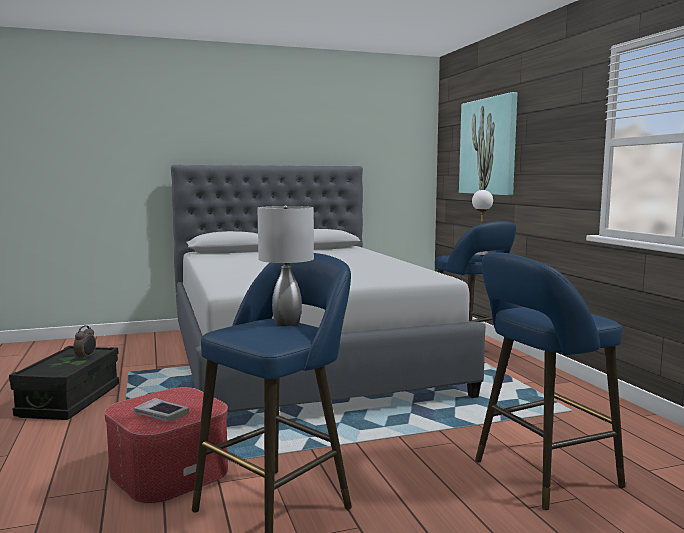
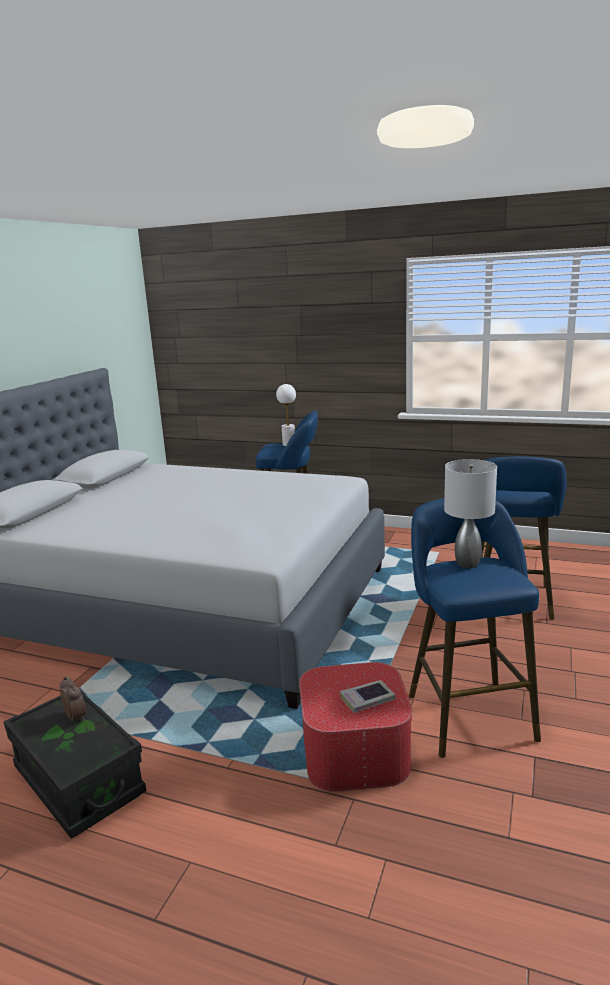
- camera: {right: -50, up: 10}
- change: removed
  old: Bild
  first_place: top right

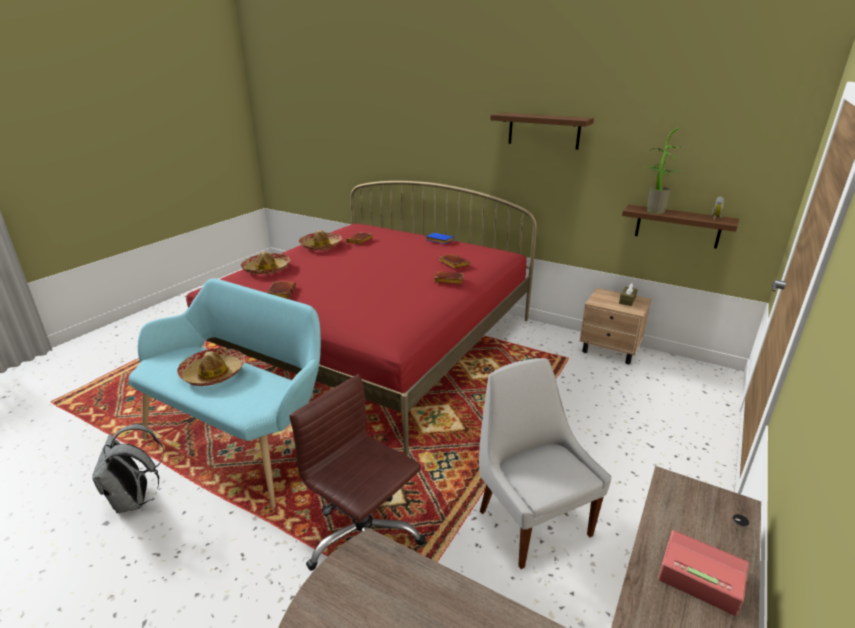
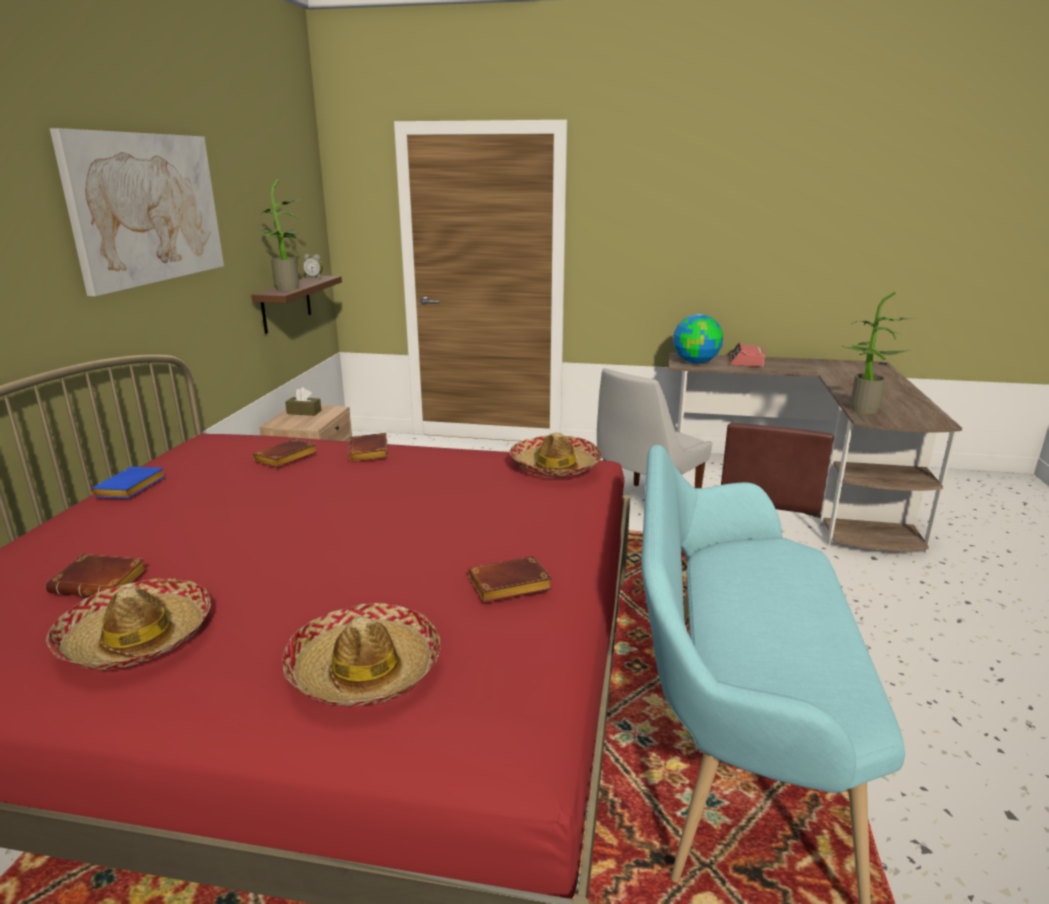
- camera: {right: -110, up: -5}
- change: removed
  old: Rucksack [grau]
  first_place: bottom left
- change: added
  new: Globus
  second_place: centre
- change: added
  new: Topfpflanze (2nd from left)
  second_place: middle right
- change: moved
  old: Hut (1st from left in the first image)
  new: Hut (3rd from left)
  first_place: middle left
  second_place: centre
- change: replaced
  old: Wandregal [braun] (1st from left)
  new: Bild
  first_place: top centre
  second_place: top left

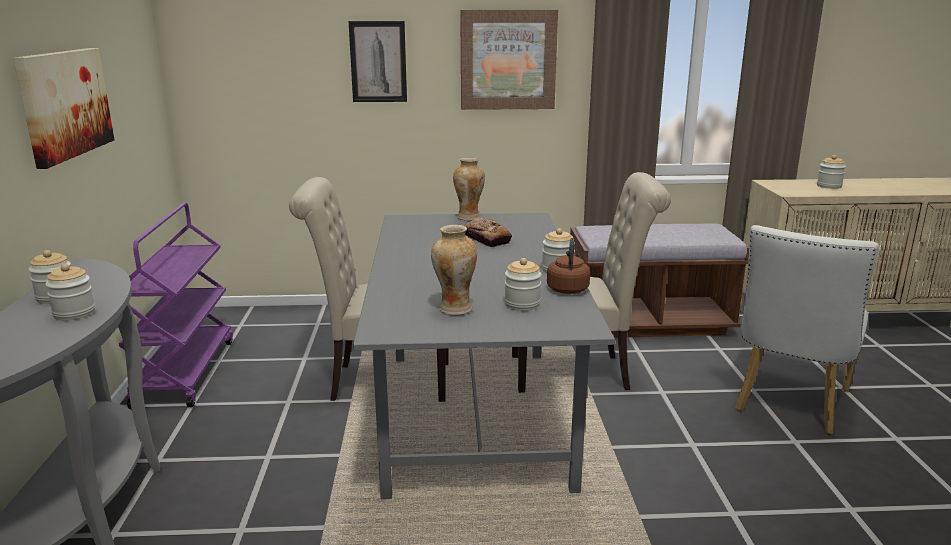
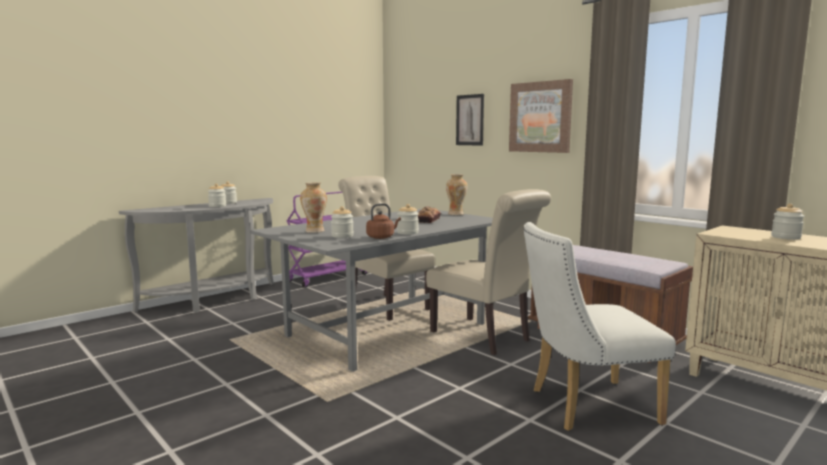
- camera: {right: 50, up: -10}
- change: removed
  old: Bild (1st from left)
  first_place: top left

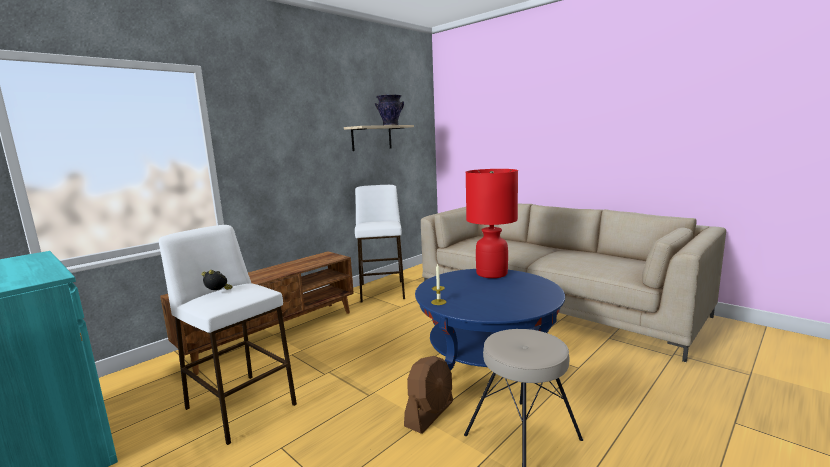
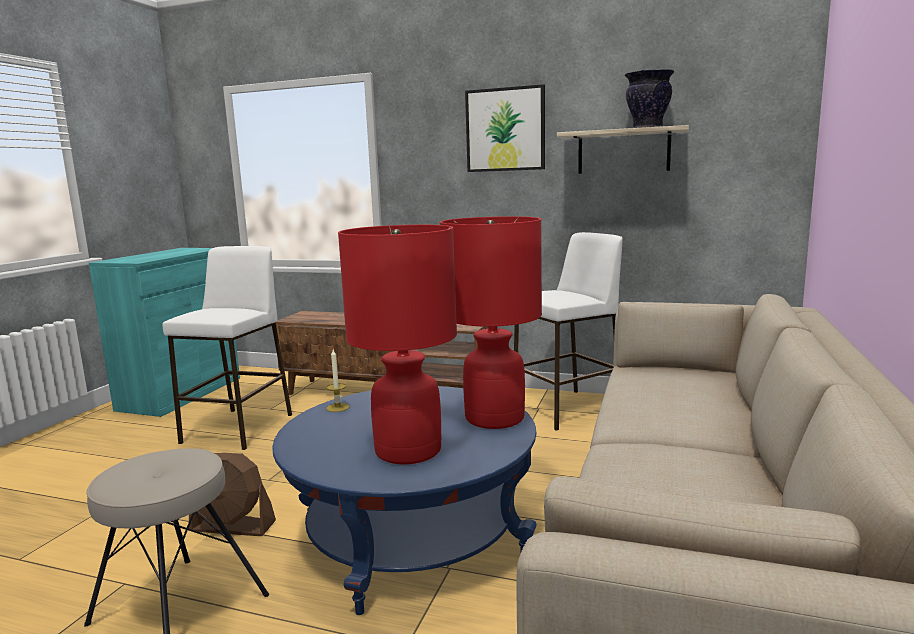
- camera: {right: 65, up: 0}
- change: removed
  old: Wecker
  first_place: middle left
- change: added
  new: Tischlampe [rot] (1st from left)
  second_place: centre
- change: added
  new: Bild
  second_place: top centre

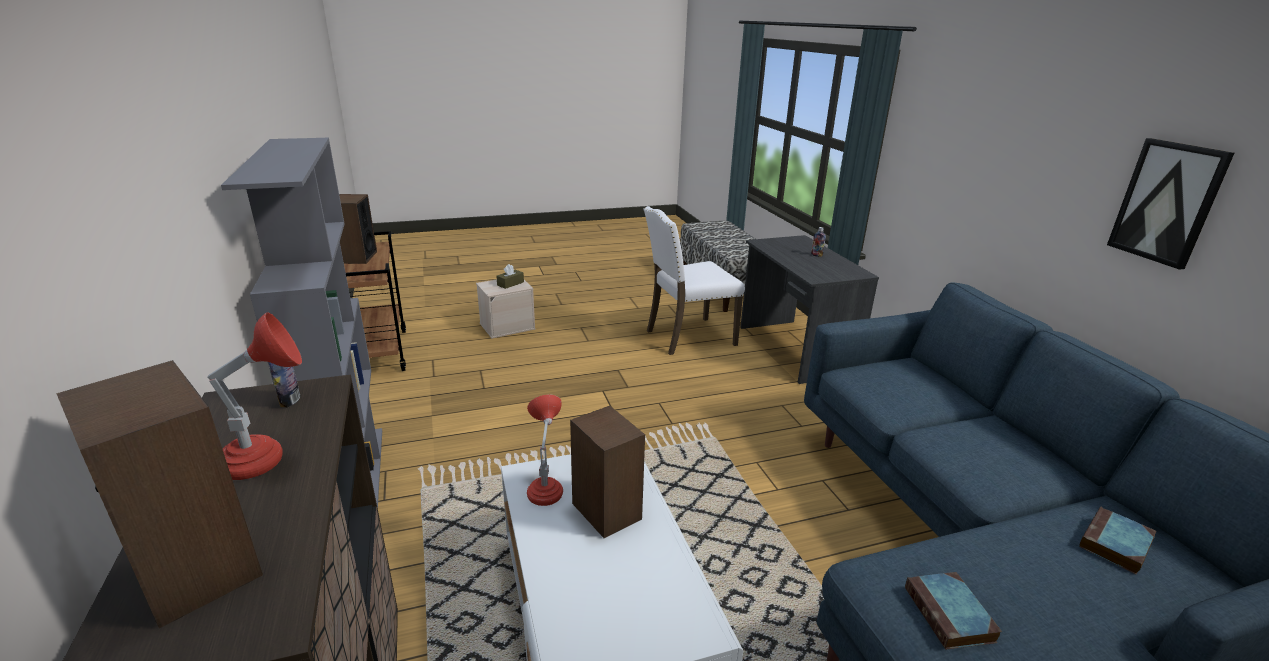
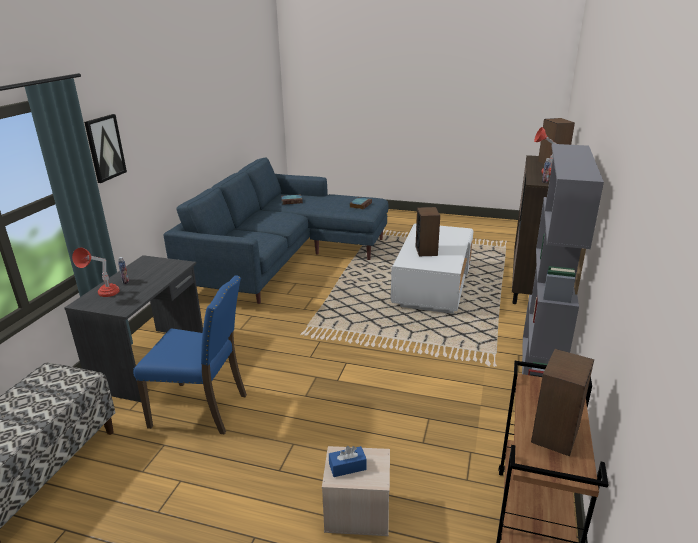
- camera: {right: -145, up: 0}
- change: moved
  old: Tischlampe [rot] (2nd from left in the first image)
  new: Tischlampe [rot] (1st from left)
  first_place: bottom centre
  second_place: middle left
- change: moved
  old: Bild
  first_place: top right
  second_place: top left
- change: recoloured
  old: Taschentuchbox [braun]
  new: Taschentuchbox [blau]
  first_place: centre
  second_place: bottom centre
- change: recoloured
  old: Stuhl [weiß]
  new: Stuhl [blau]
  first_place: centre
  second_place: middle left

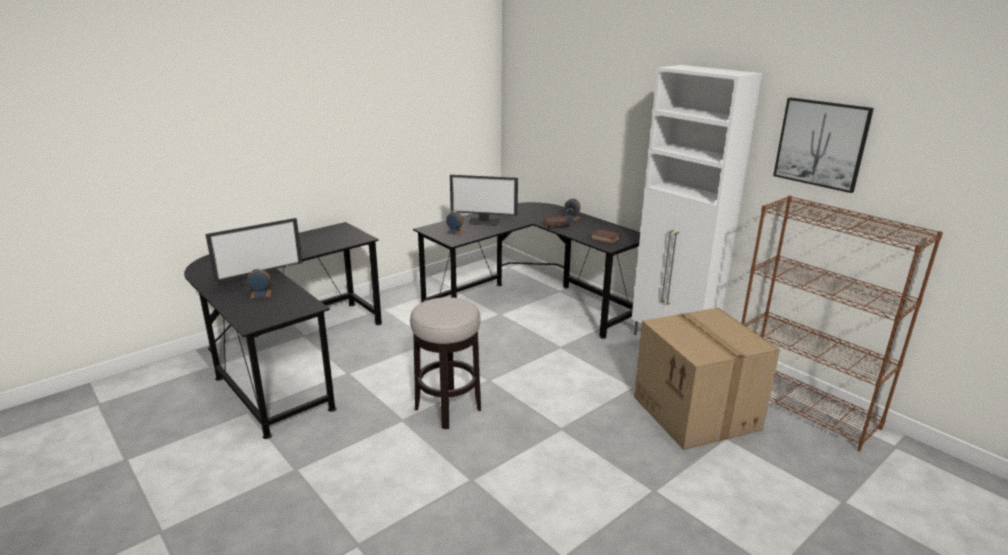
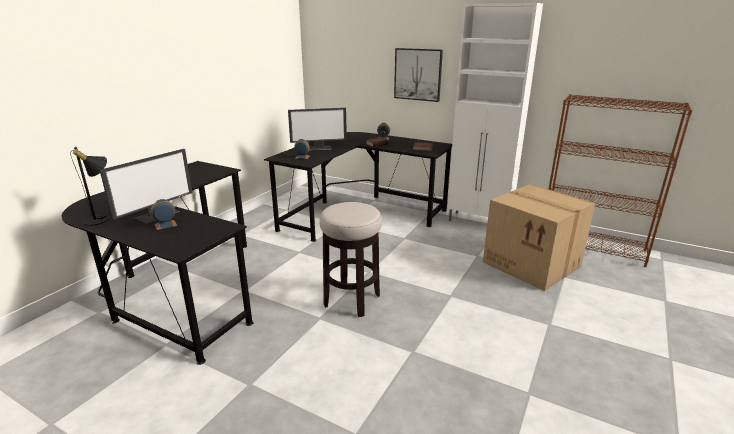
- camera: {right: -20, up: 0}
- change: added
  new: Tischlampe [schwarz]
  second_place: middle left
- change: moved
  old: Bild
  first_place: top right
  second_place: top centre

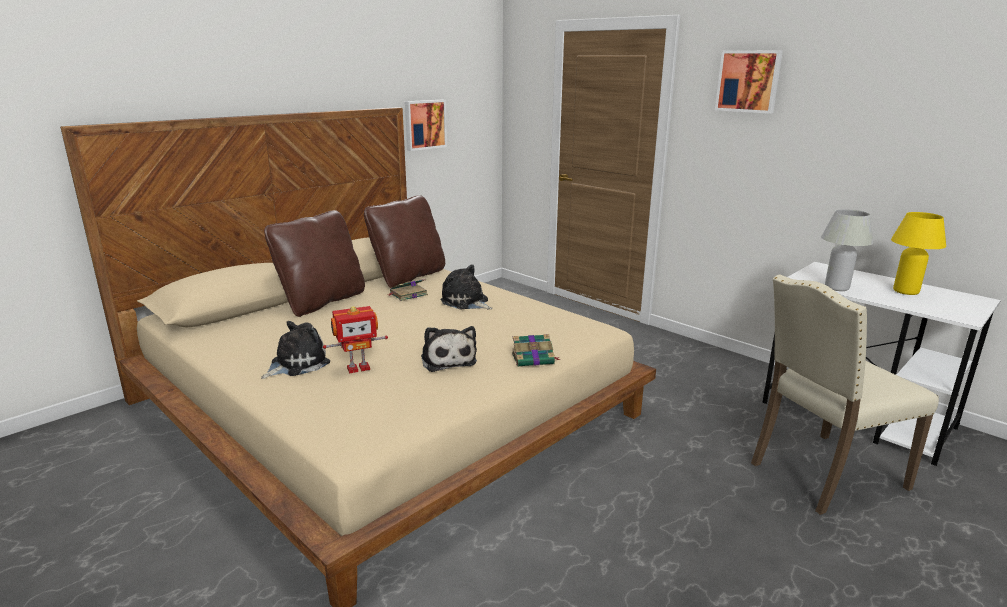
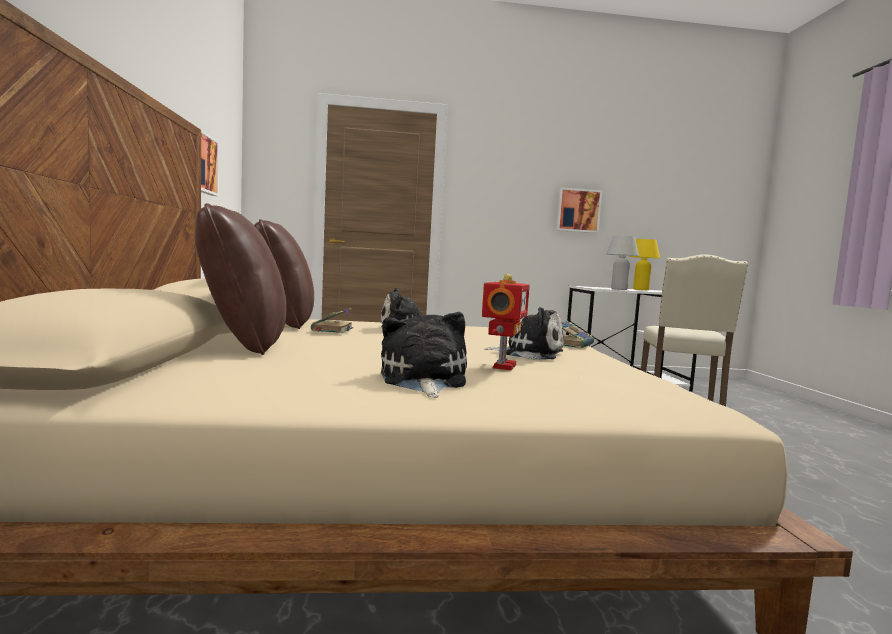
- camera: {right: -50, up: -15}
- change: moved
  old: Bild (2nd from left)
  first_place: top right
  second_place: top centre

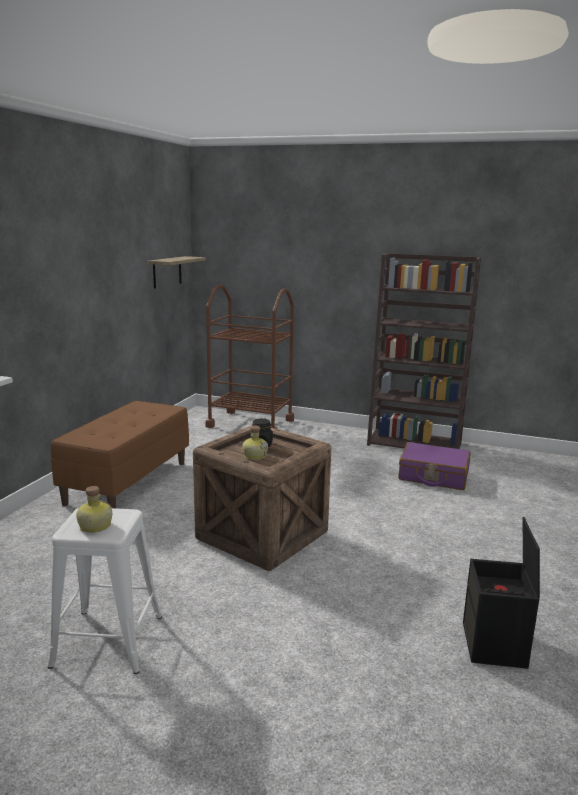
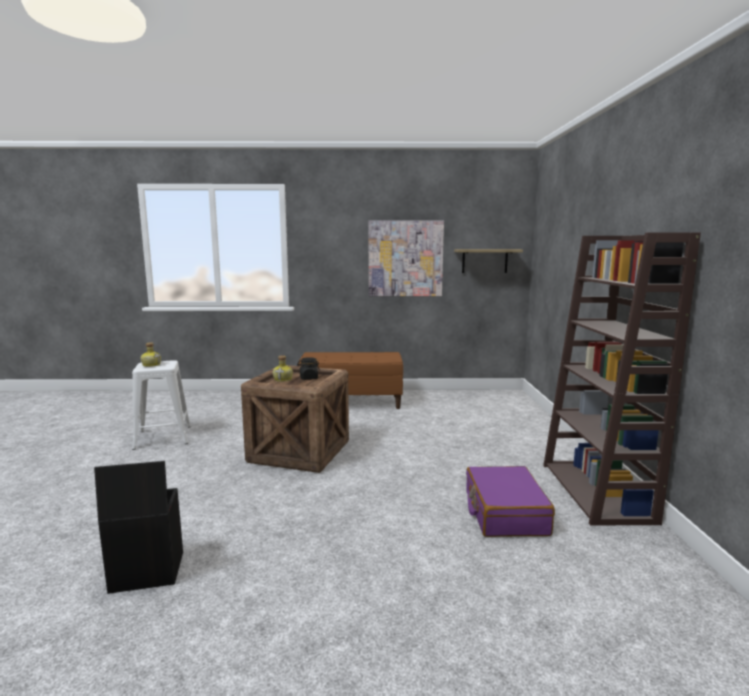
- camera: {right: 70, up: -5}
- change: removed
  old: Rollwagen [braun]
  first_place: centre
- change: added
  new: Bild
  second_place: centre

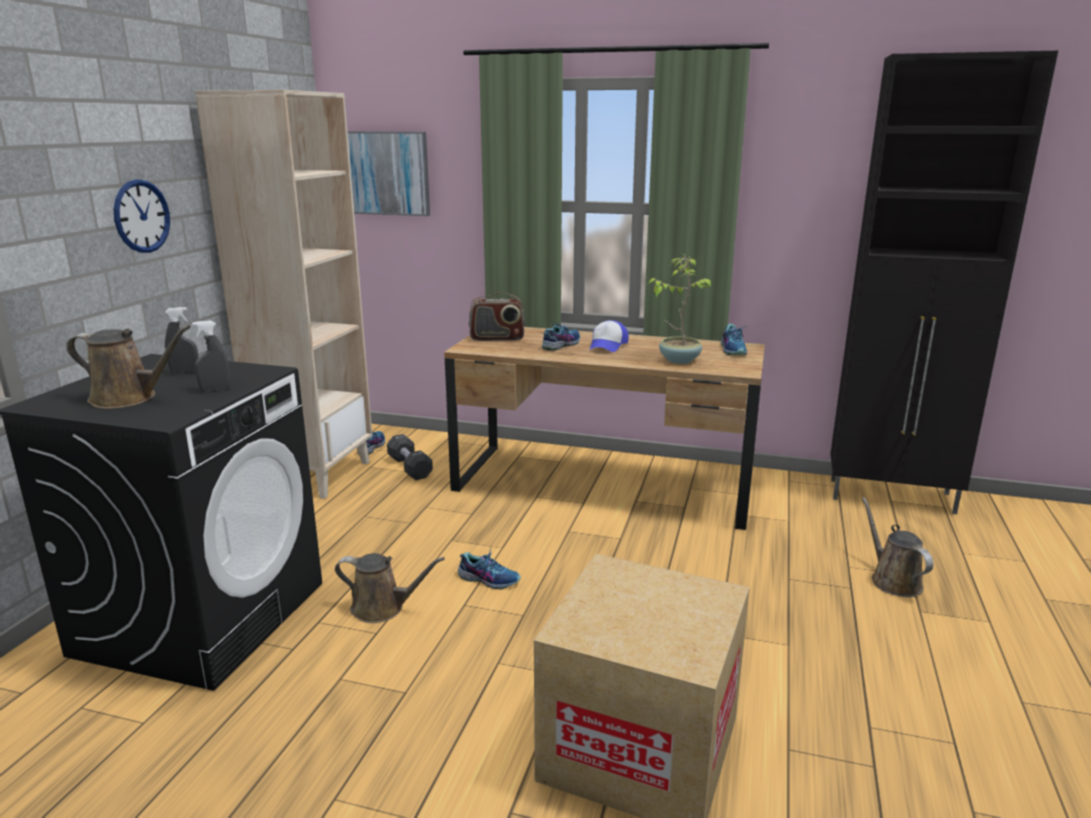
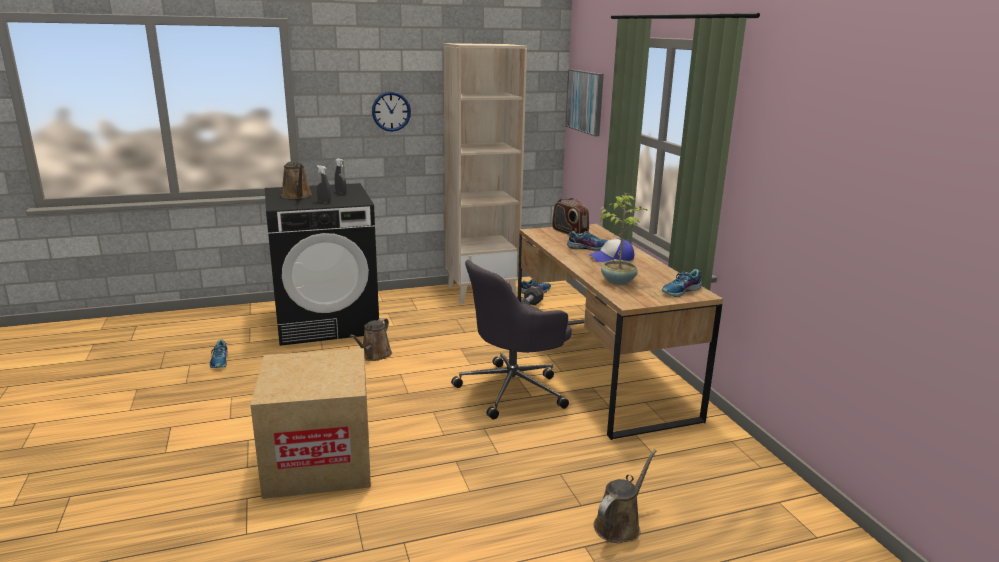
- camera: {right: 55, up: 0}
- change: removed
  old: Schrank [schwarz]
  first_place: middle right
- change: added
  new: Bürostuhl [grau]
  second_place: centre
- change: moved
  old: Schuh (2nd from left in the first image)
  new: Schuh (1st from left)
  first_place: bottom centre
  second_place: middle left
- change: turned
  old: Gießkanne [braun] (2nd from left)
  first_place: bottom centre
  second_place: centre
  degrees: 45

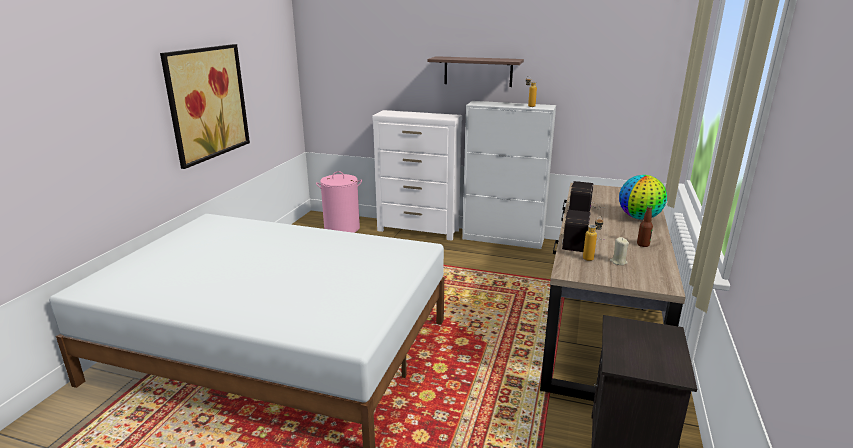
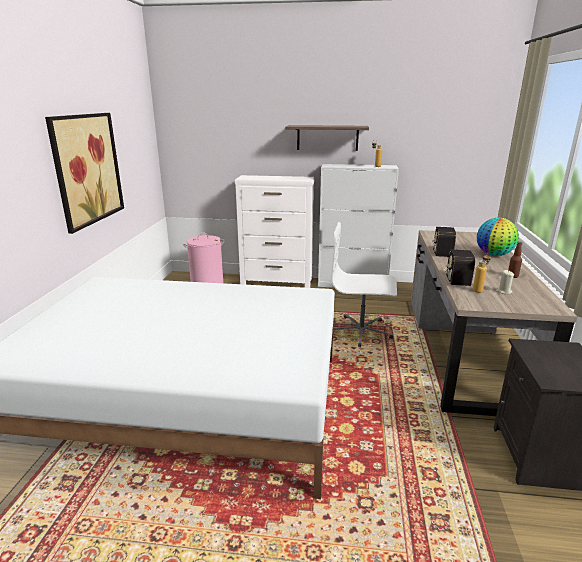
- camera: {right: -10, up: 0}
- change: added
  new: Bürostuhl [weiß]
  second_place: centre

